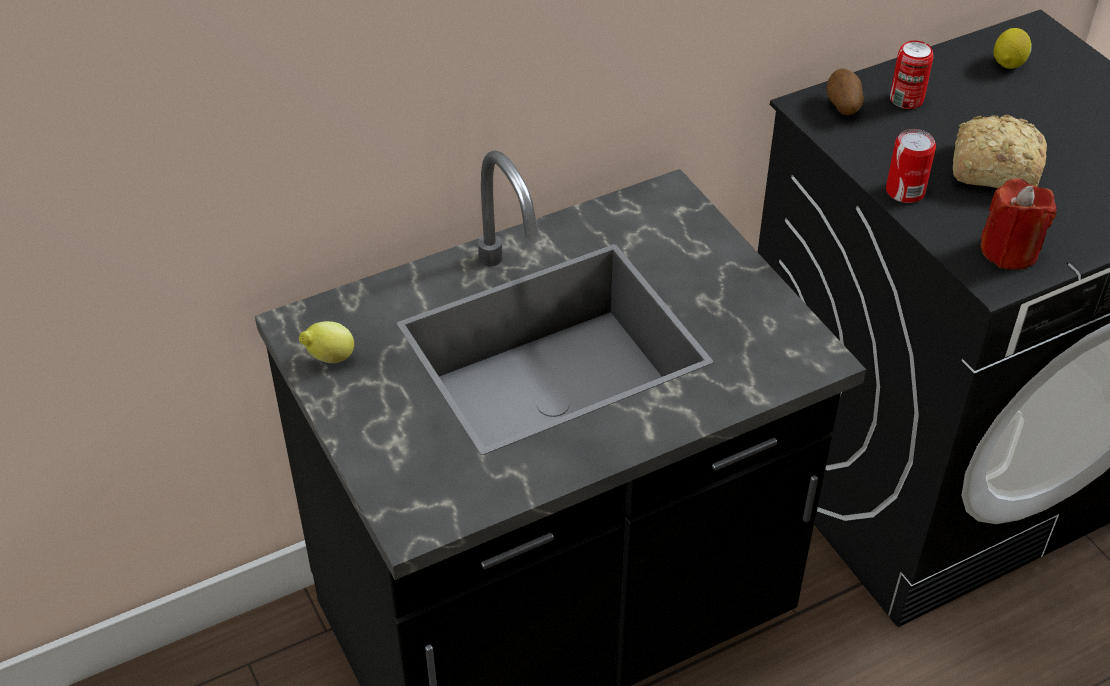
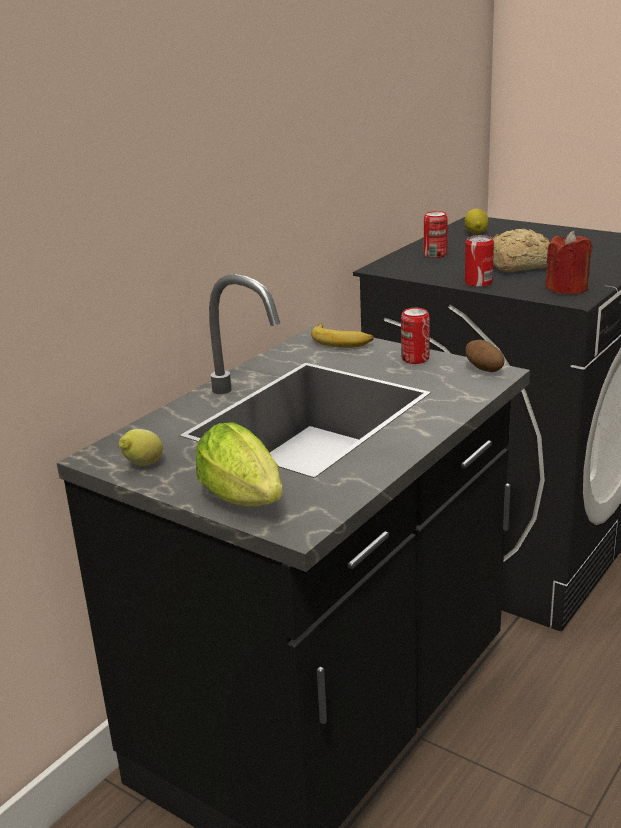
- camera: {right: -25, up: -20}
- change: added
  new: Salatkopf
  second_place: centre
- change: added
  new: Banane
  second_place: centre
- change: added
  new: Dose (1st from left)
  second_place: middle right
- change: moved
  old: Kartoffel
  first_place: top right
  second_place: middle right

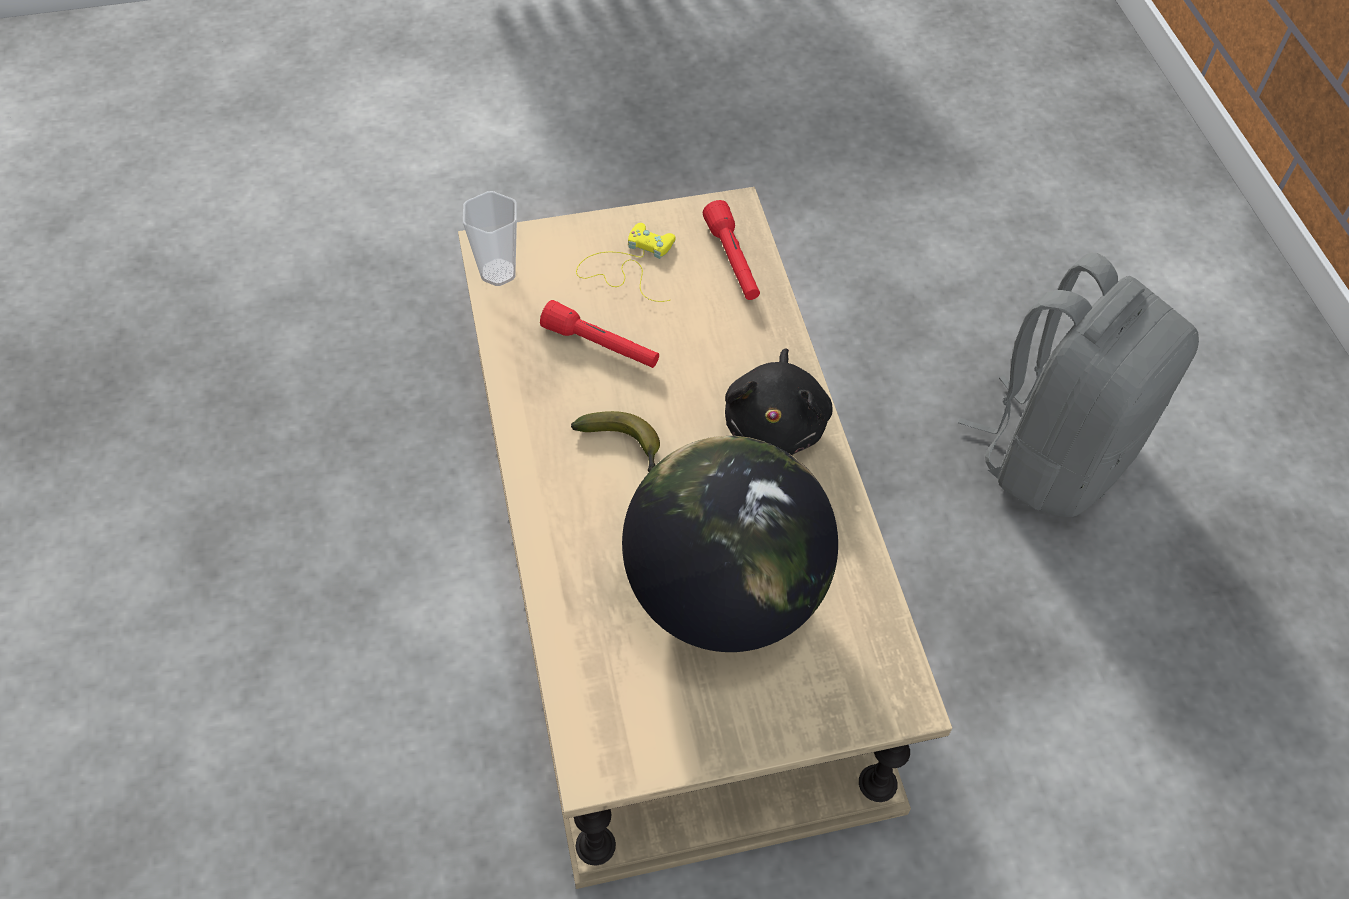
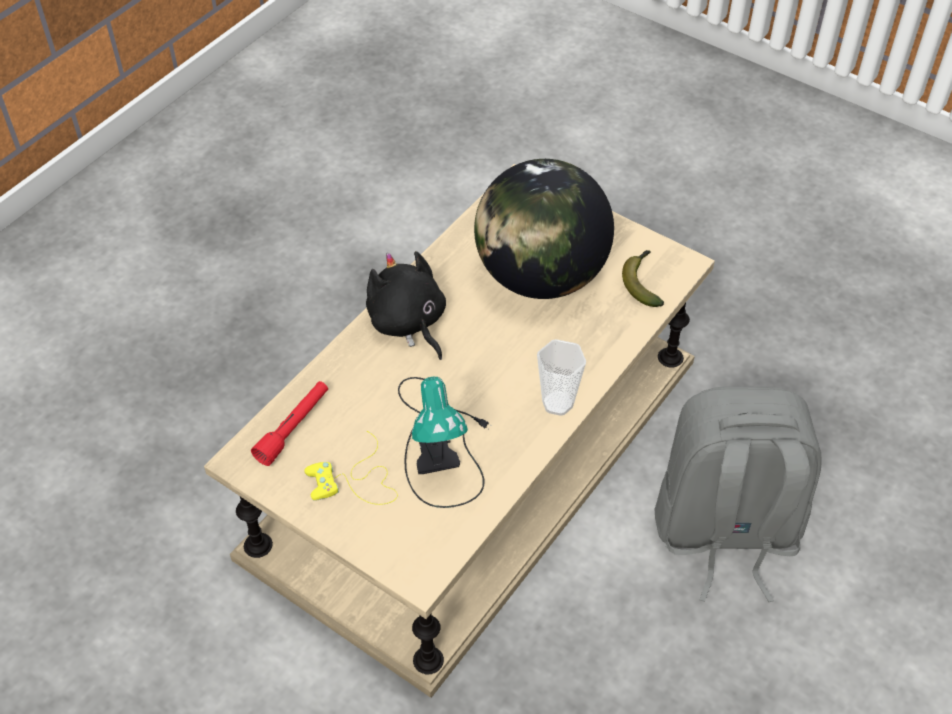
- camera: {right: -130, up: -5}
- change: moved
  old: Tasse
  first_place: top centre
  second_place: centre
- change: moved
  old: Banane
  first_place: centre
  second_place: middle right
- change: moved
  old: Rucksack [grau]
  first_place: middle right
  second_place: bottom right
- change: replaced
  old: Taschenlampe [rot] (1st from left)
  new: Tischlampe
  first_place: centre
  second_place: centre
- change: turned
  old: Plüschtier [schwarz]
  first_place: centre
  second_place: centre
  degrees: -90

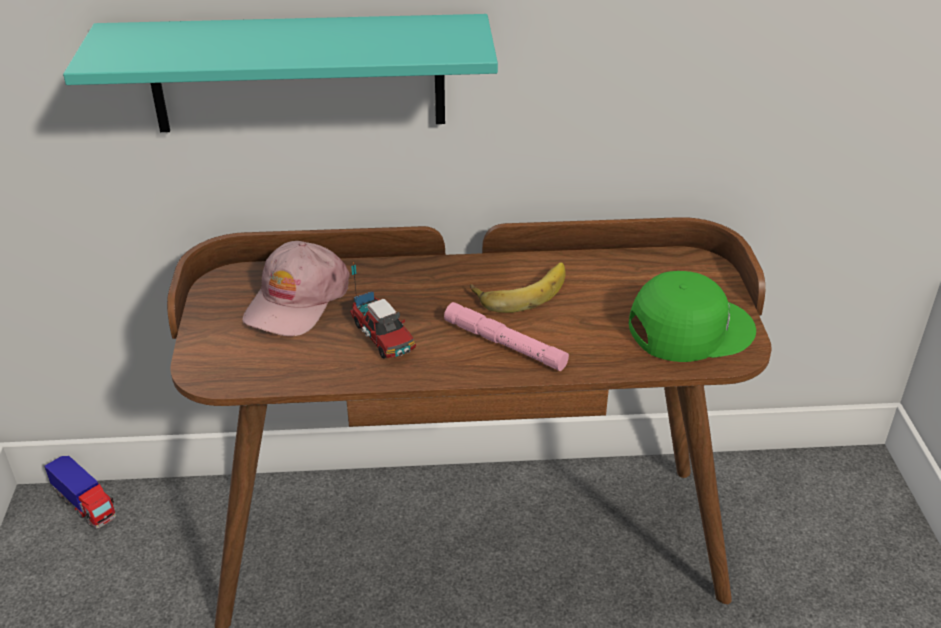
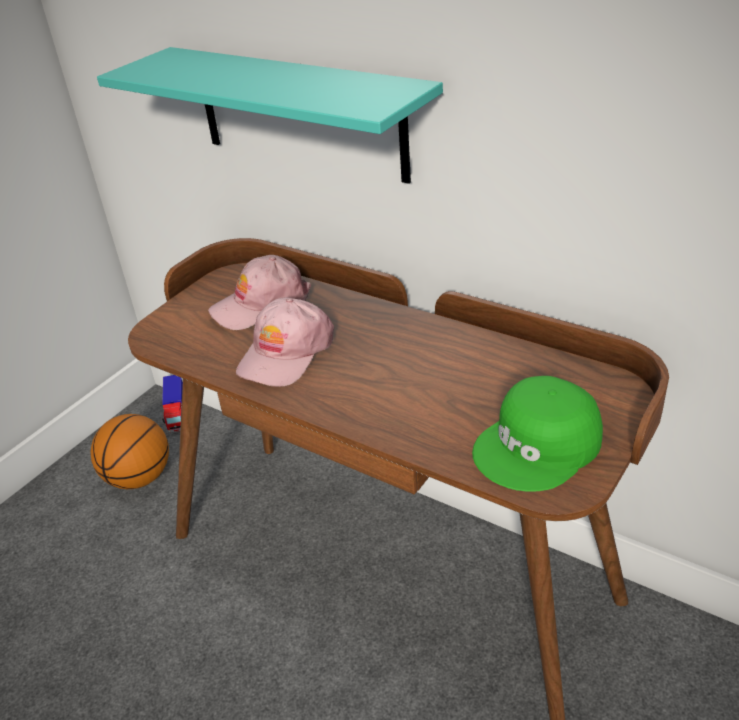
- camera: {right: 40, up: 0}
- change: removed
  old: Taschenlampe [rosa]
  first_place: centre
- change: removed
  old: Banane
  first_place: centre
- change: added
  new: Basketball
  second_place: middle left
- change: replaced
  old: Spielzeuglaster (2nd from left)
  new: Kappe [rosa] (2nd from left)
  first_place: centre
  second_place: centre
- change: turned
  old: Kappe [grün]
  first_place: middle right
  second_place: middle right
  degrees: 120

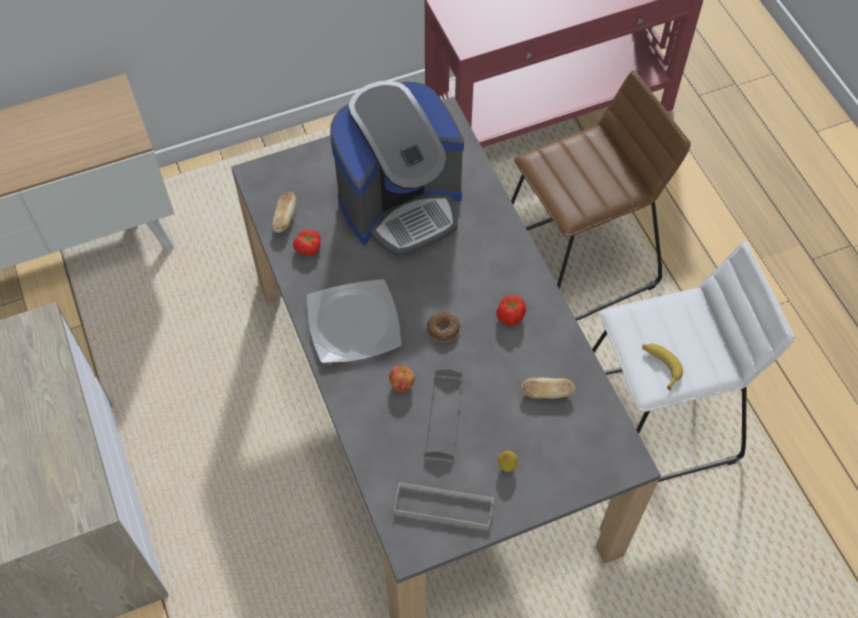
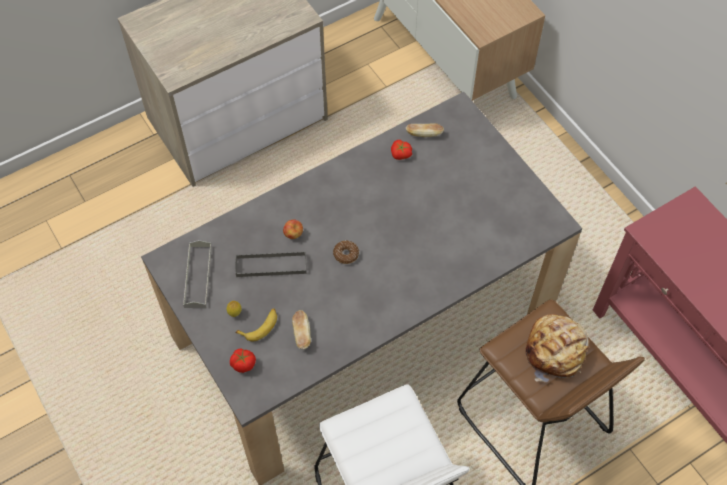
- camera: {right: 80, up: 0}
- change: removed
  old: Teller
  first_place: centre
- change: removed
  old: Kaffeemaschine
  first_place: top centre
- change: added
  new: Brot (3rd from left)
  second_place: bottom right
- change: moved
  old: Tomate (2nd from left in the first image)
  new: Tomate (1st from left)
  first_place: centre
  second_place: bottom centre
- change: moved
  old: Banane
  first_place: middle right
  second_place: bottom centre

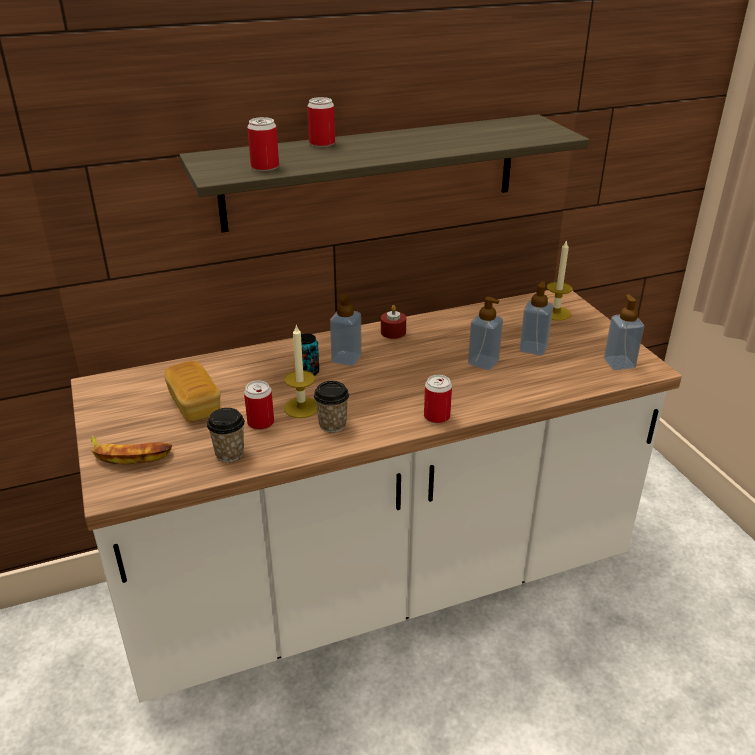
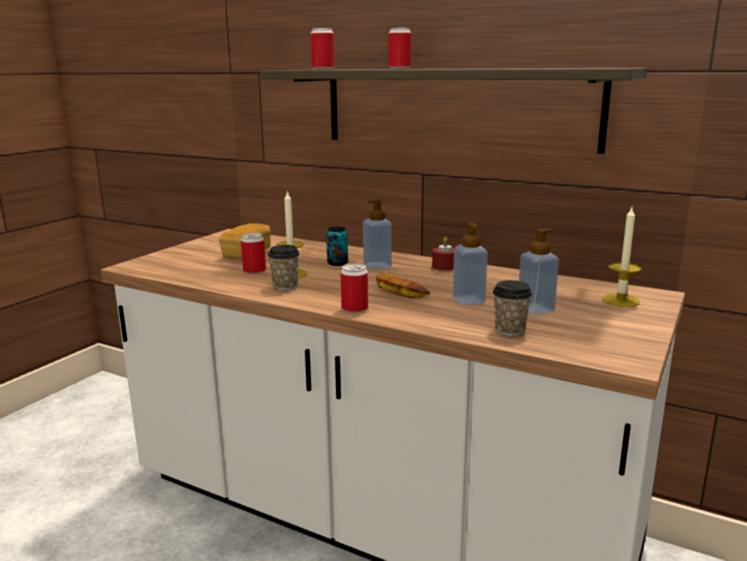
- camera: {right: 50, up: -15}
- change: removed
  old: Seifenspender (4th from left)
  first_place: middle right
- change: moved
  old: Banane
  first_place: middle left
  second_place: centre
- change: moved
  old: Tasse (1st from left in the first image)
  new: Tasse (2nd from left)
  first_place: middle left
  second_place: middle right

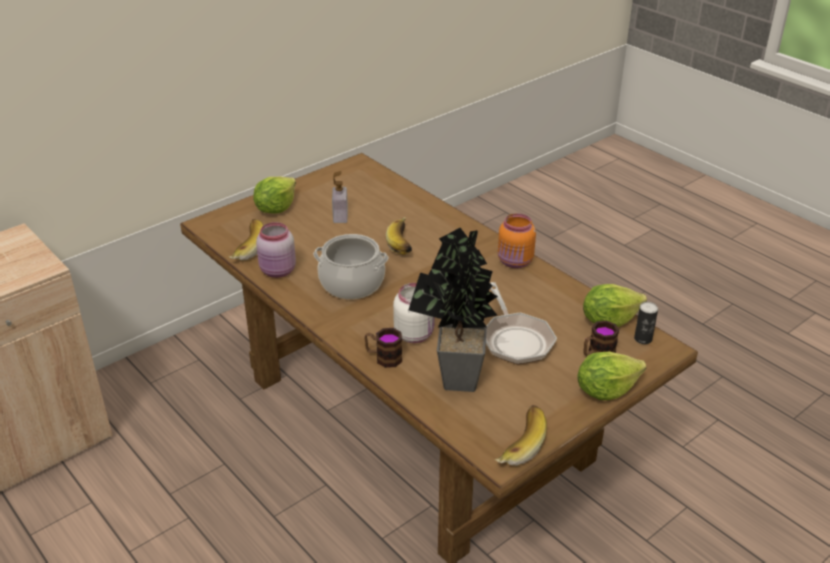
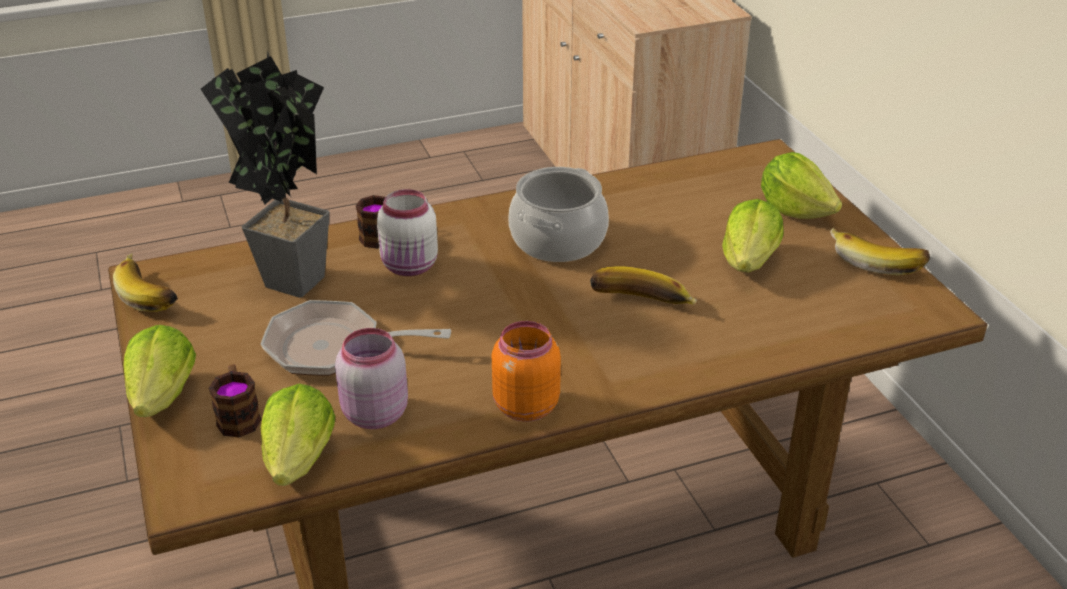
- camera: {right: 110, up: 0}
- change: removed
  old: Dose
  first_place: middle right
- change: moved
  old: Banane (1st from left in the first image)
  new: Banane (3rd from left)
  first_place: middle left
  second_place: middle right
- change: moved
  old: Vorratsglas [rosa]
  first_place: middle left
  second_place: centre
- change: replaced
  old: Seifenspender
  new: Salatkopf (3rd from left)
  first_place: centre
  second_place: middle right

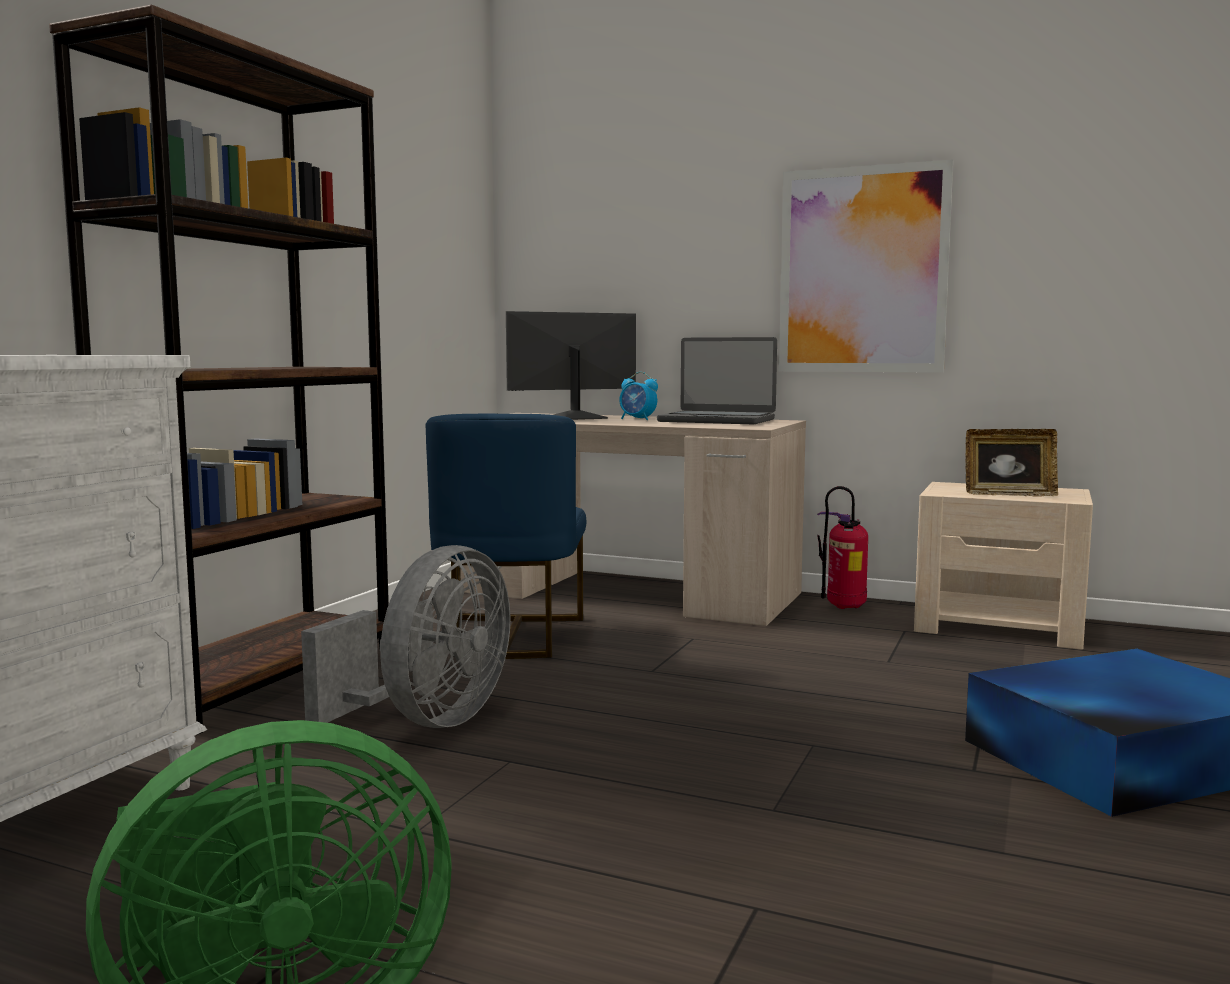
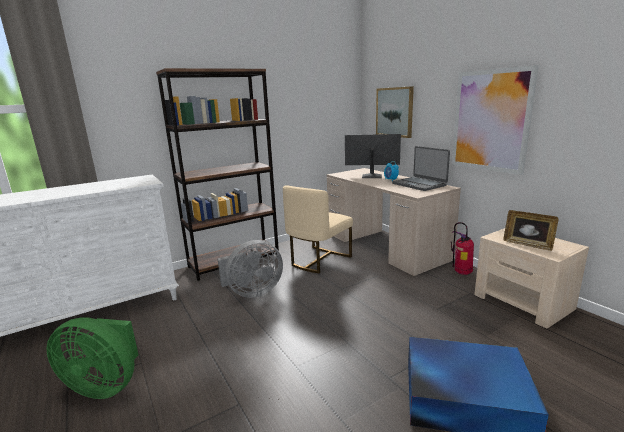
- camera: {right: 35, up: 10}
- change: added
  new: Bild (1st from left)
  second_place: top centre
- change: recoloured
  old: Stuhl [blau]
  new: Stuhl [beige]
  first_place: centre
  second_place: centre

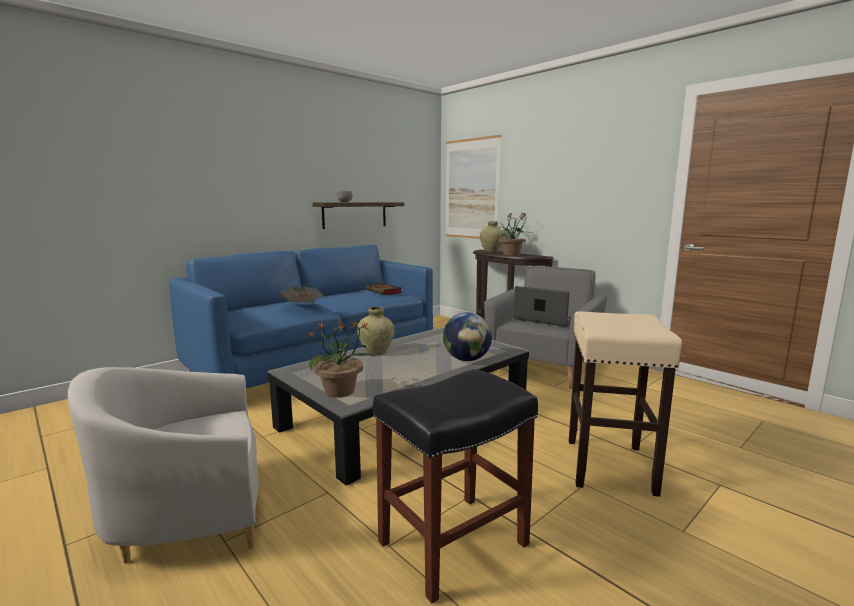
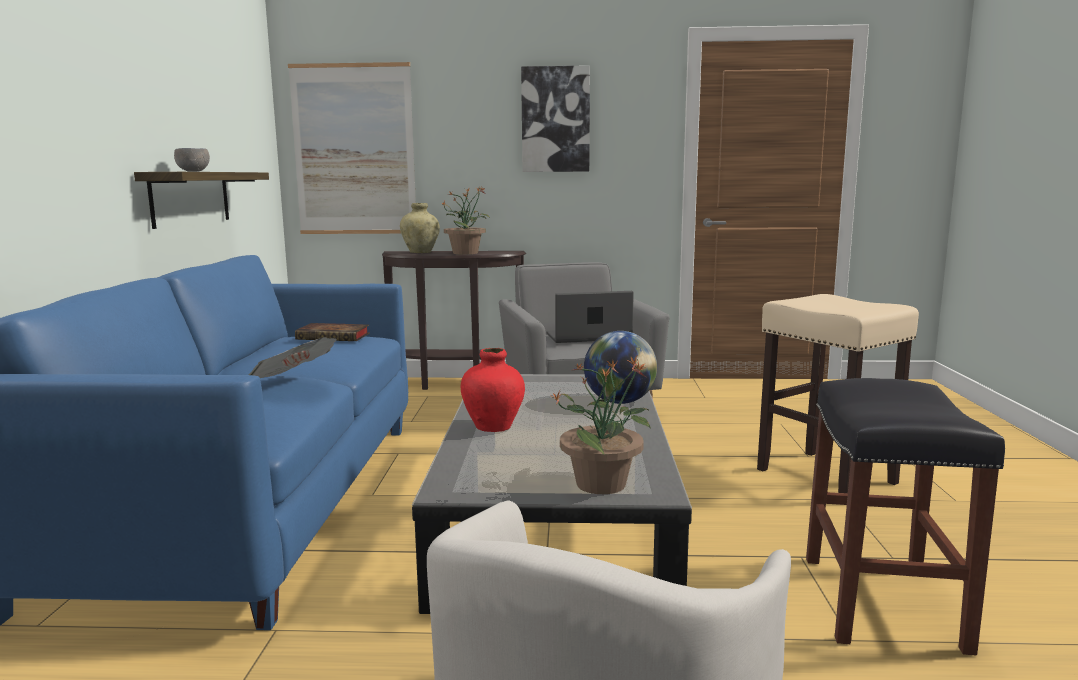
- camera: {right: -45, up: 0}
- change: added
  new: Bild (2nd from left)
  second_place: top centre
- change: recoloured
  old: Vase [beige] (1st from left)
  new: Vase [rot]
  first_place: centre
  second_place: centre

